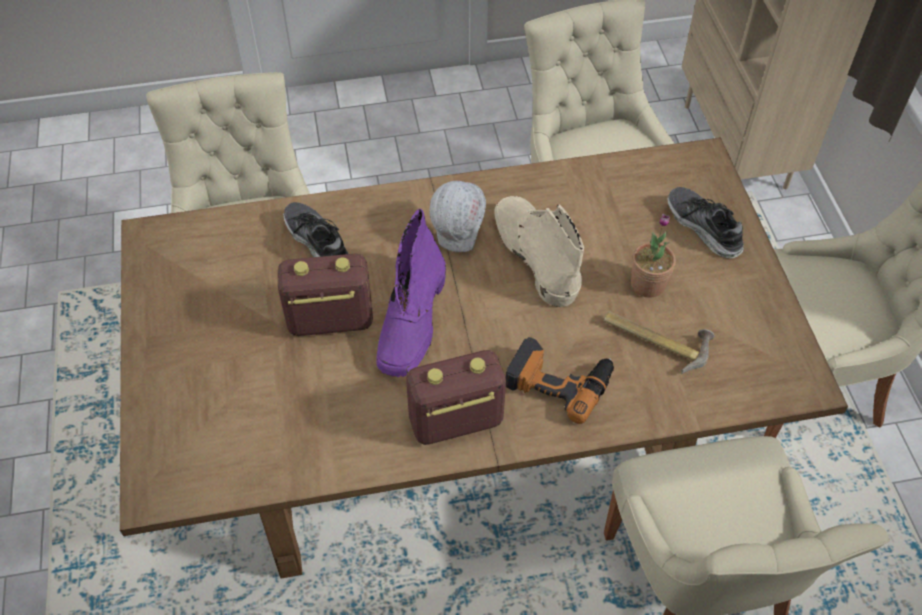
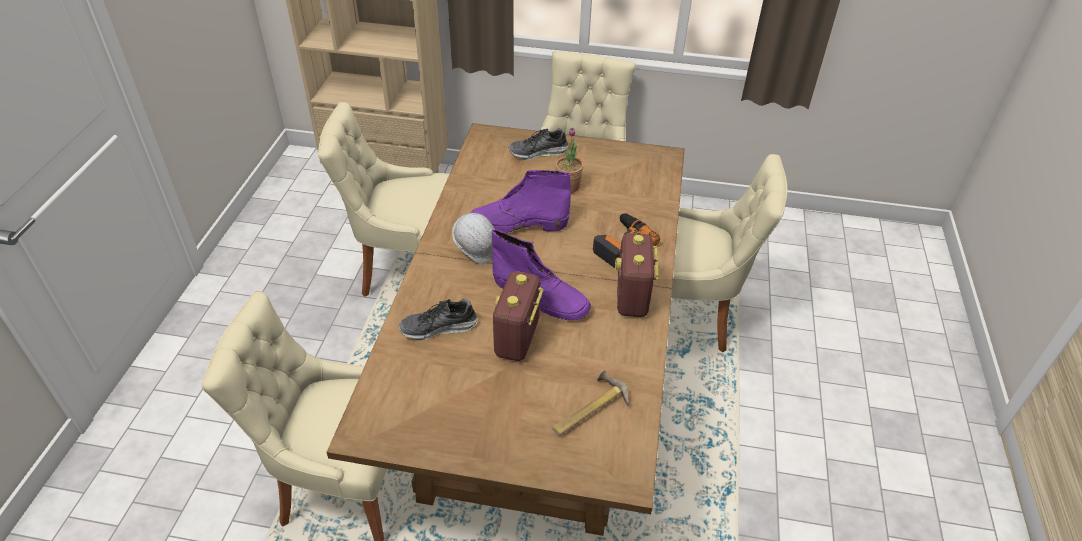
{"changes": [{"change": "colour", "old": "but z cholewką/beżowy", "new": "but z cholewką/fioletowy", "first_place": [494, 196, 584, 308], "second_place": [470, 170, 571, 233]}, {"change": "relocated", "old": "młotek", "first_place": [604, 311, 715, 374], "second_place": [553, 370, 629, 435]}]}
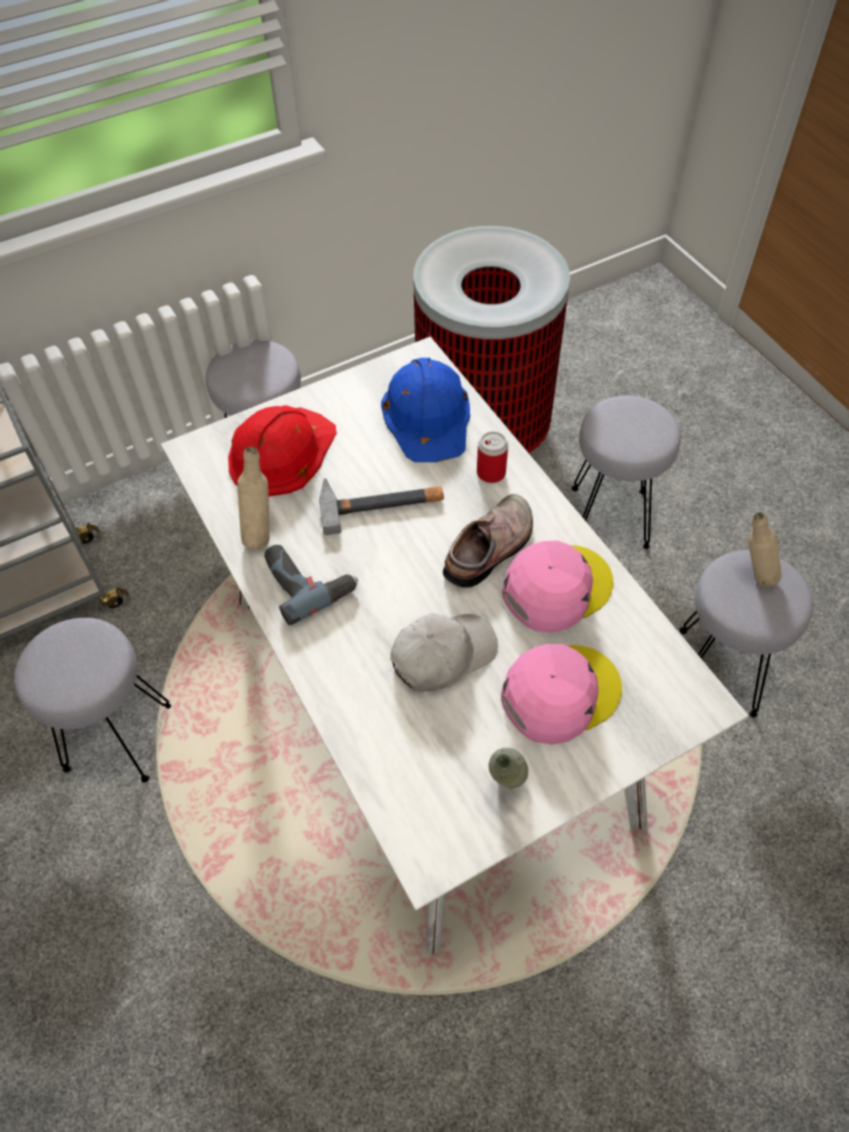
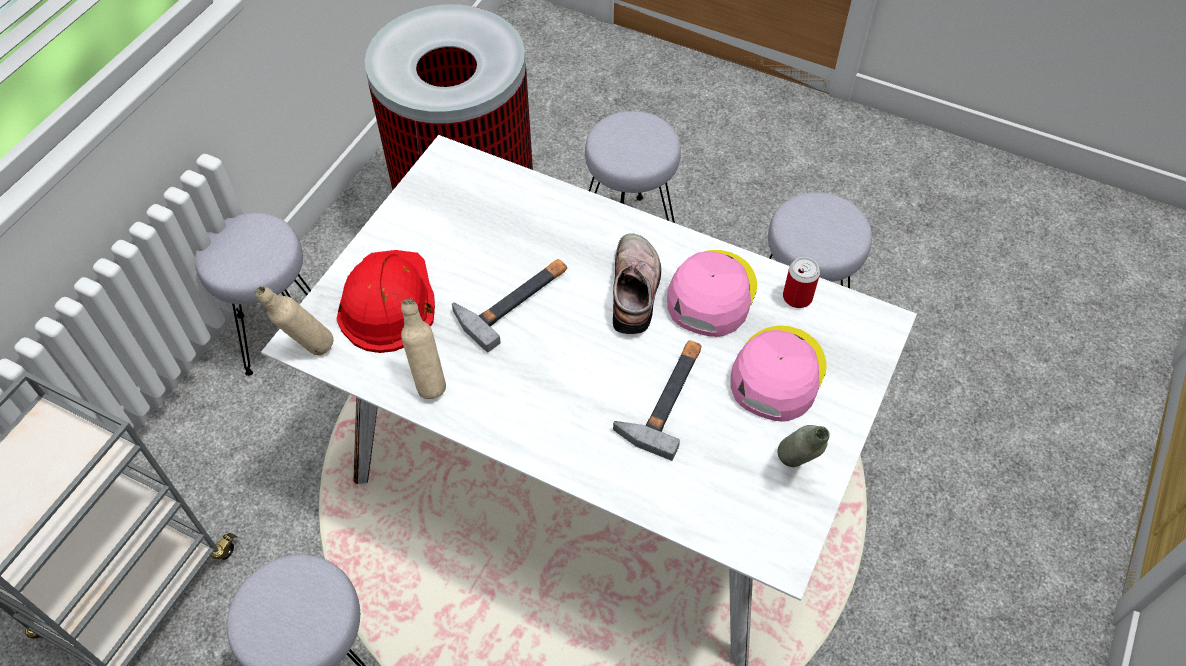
{"changes": [{"change": "missing", "old": "kask/niebieski", "first_place": [381, 358, 470, 462]}, {"change": "relocated", "old": "puszka", "first_place": [477, 431, 508, 483], "second_place": [783, 257, 820, 308]}, {"change": "relocated", "old": "butelka/beżowy", "first_place": [748, 512, 782, 588], "second_place": [255, 286, 333, 355]}, {"change": "missing", "old": "wiertarka", "first_place": [264, 545, 358, 625]}, {"change": "exchanged", "old": "czapka z daszkiem/biały", "new": "młotek", "first_place": [390, 613, 498, 692], "second_place": [613, 340, 702, 461]}]}
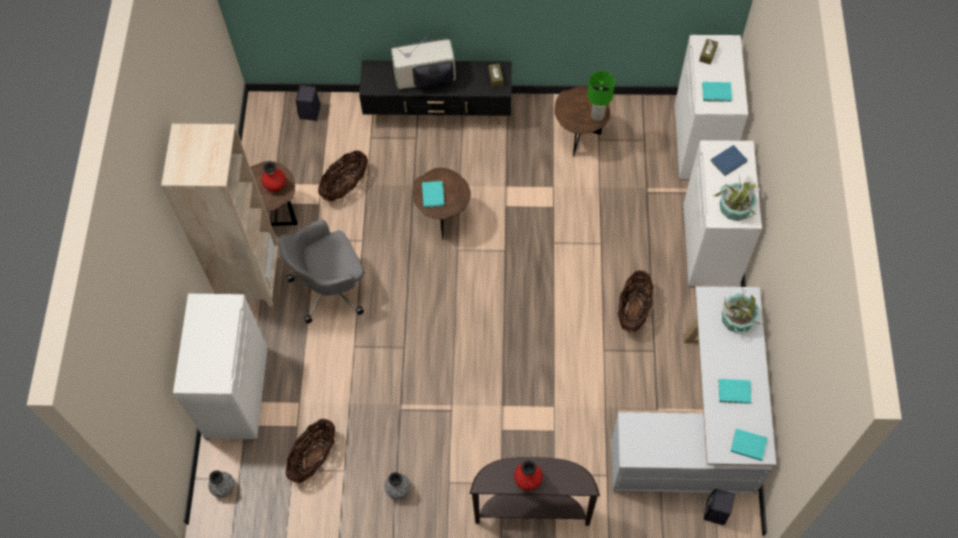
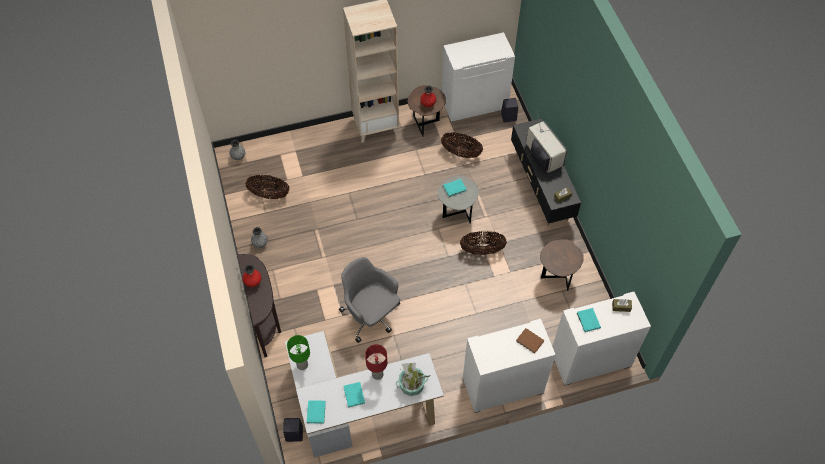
{"changes": [{"change": "relocated", "old": "lampa stołowa/zielony", "first_place": [587, 71, 615, 121], "second_place": [287, 335, 310, 370]}, {"change": "colour", "old": "książka/niebieski", "new": "książka/brązowy", "first_place": [711, 145, 747, 176], "second_place": [516, 328, 544, 354]}, {"change": "colour", "old": "stolik/brązowy", "new": "stolik/szary", "first_place": [412, 168, 471, 240], "second_place": [438, 175, 479, 224]}, {"change": "missing", "old": "roślina doniczkowa", "first_place": [713, 174, 760, 221]}, {"change": "relocated", "old": "krzesło biurowe/szary", "first_place": [279, 220, 364, 323], "second_place": [339, 257, 400, 343]}, {"change": "relocated", "old": "koszyk", "first_place": [618, 270, 654, 333], "second_place": [460, 231, 507, 255]}, {"change": "relocated", "old": "szafka/biały", "first_place": [173, 294, 268, 440], "second_place": [442, 32, 515, 122]}, {"change": "appeared", "new": "lampa stołowa/czerwony", "second_place": [365, 344, 387, 380]}]}
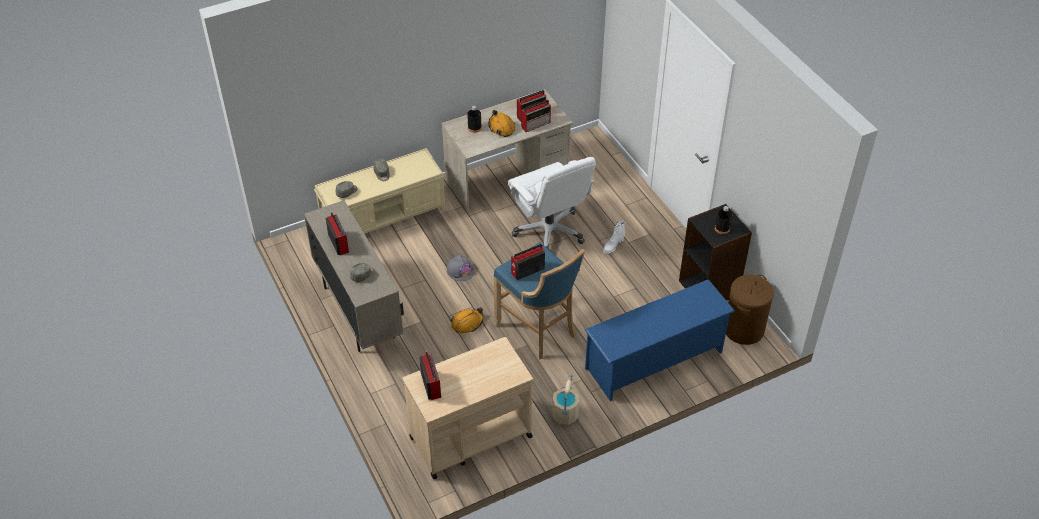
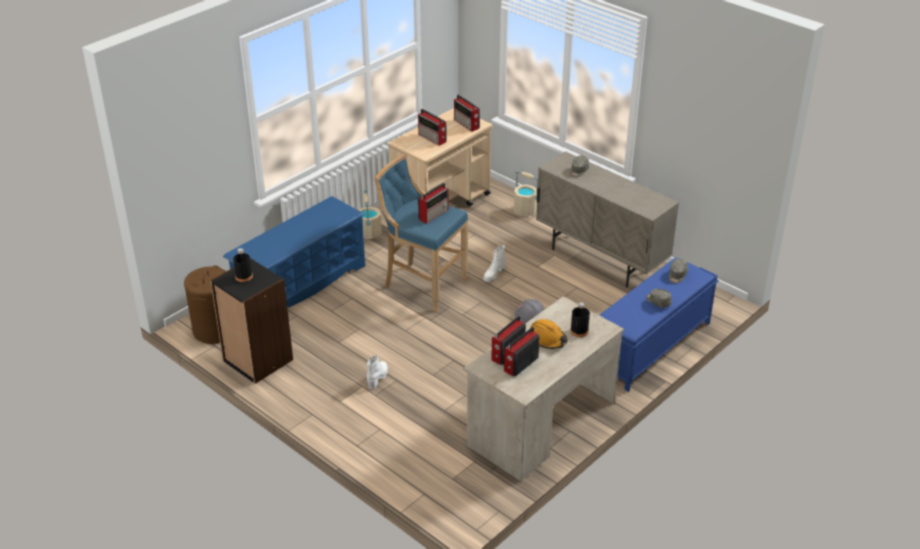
{"changes": [{"change": "colour", "old": "ławka/beżowy", "new": "ławka/niebieski", "first_place": [314, 148, 446, 234], "second_place": [599, 258, 718, 392]}, {"change": "missing", "old": "krzesło biurowe/biały", "first_place": [508, 157, 596, 248]}, {"change": "relocated", "old": "radio", "first_place": [325, 212, 349, 255], "second_place": [418, 109, 447, 146]}, {"change": "exchanged", "old": "kask/pomarańczowy", "new": "but z cholewką/biały", "first_place": [450, 307, 484, 334], "second_place": [484, 245, 506, 282]}, {"change": "appeared", "new": "wiadro/beżowy", "second_place": [514, 170, 538, 216]}]}
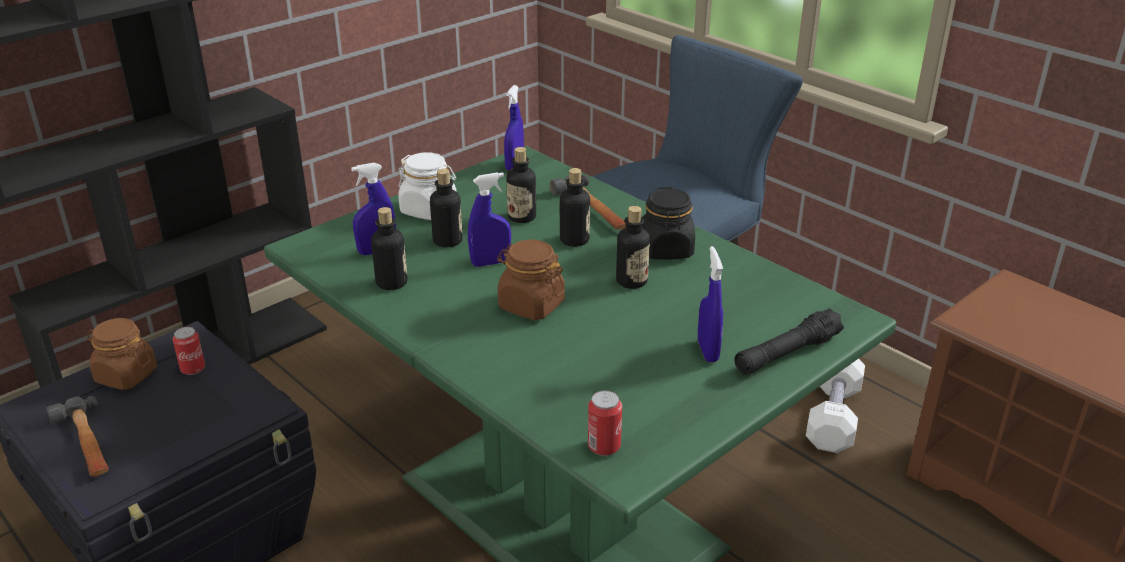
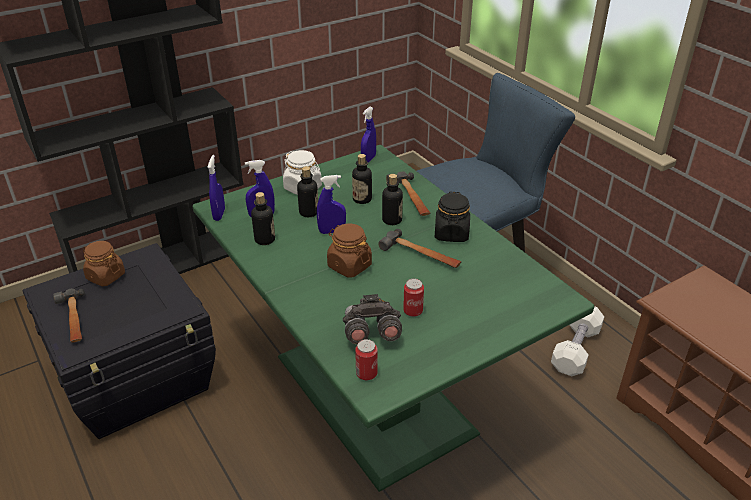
{"changes": [{"change": "exchanged", "old": "butelka", "new": "młotek", "first_place": [616, 206, 650, 289], "second_place": [378, 229, 461, 268]}, {"change": "relocated", "old": "spryskiwacz/niebieski", "first_place": [698, 246, 723, 362], "second_place": [207, 155, 225, 221]}, {"change": "missing", "old": "latarka/czarny", "first_place": [735, 308, 844, 375]}, {"change": "relocated", "old": "puszka", "first_place": [173, 327, 205, 375], "second_place": [403, 278, 424, 317]}, {"change": "appeared", "new": "lornetka/szary", "second_place": [343, 294, 402, 345]}]}
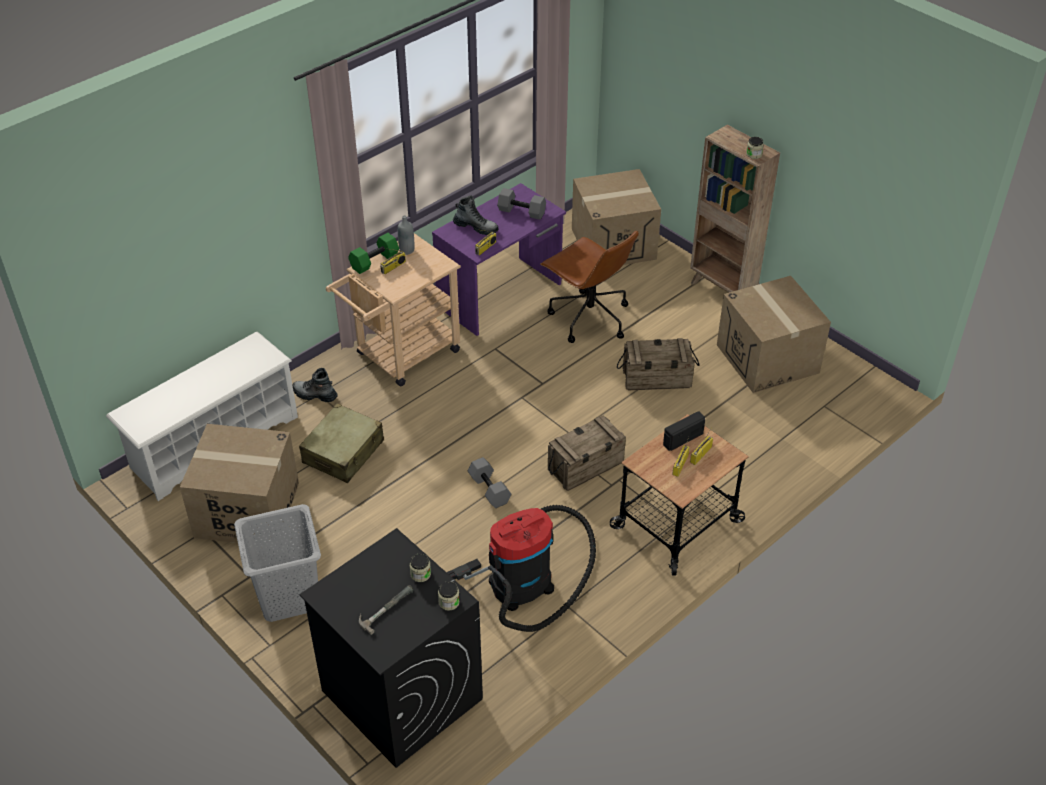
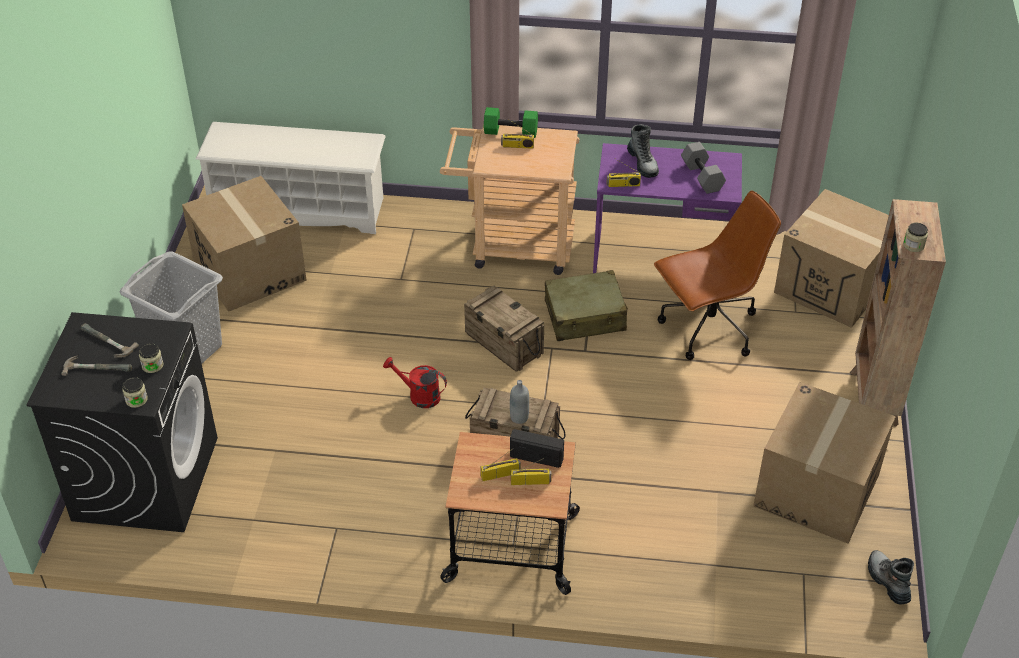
{"changes": [{"change": "relocated", "old": "butelka/szary", "first_place": [398, 215, 415, 255], "second_place": [510, 380, 529, 424]}, {"change": "spun", "old": "krzesło biurowe/brązowy", "first_place": [540, 231, 639, 343], "second_place": [654, 191, 781, 360], "degrees": -120}, {"change": "relocated", "old": "skrzynka", "first_place": [617, 338, 699, 390], "second_place": [464, 286, 544, 371]}, {"change": "relocated", "old": "but z cholewką", "first_place": [292, 368, 338, 402], "second_place": [868, 550, 914, 604]}, {"change": "relocated", "old": "walizka/beżowy", "first_place": [299, 404, 384, 483], "second_place": [545, 270, 628, 341]}, {"change": "exchanged", "old": "hantel/szary", "new": "konewka/czerwony", "first_place": [468, 457, 512, 508], "second_place": [383, 357, 447, 408]}, {"change": "missing", "old": "odkurzacz", "first_place": [446, 505, 596, 632]}, {"change": "appeared", "new": "młotek", "second_place": [81, 324, 139, 358]}]}
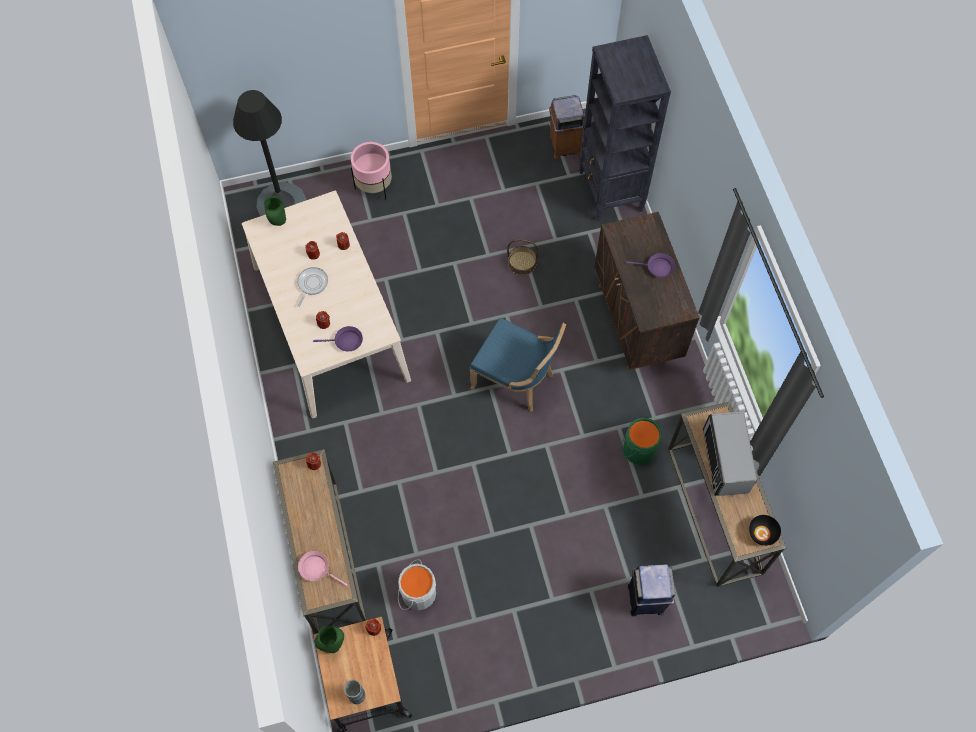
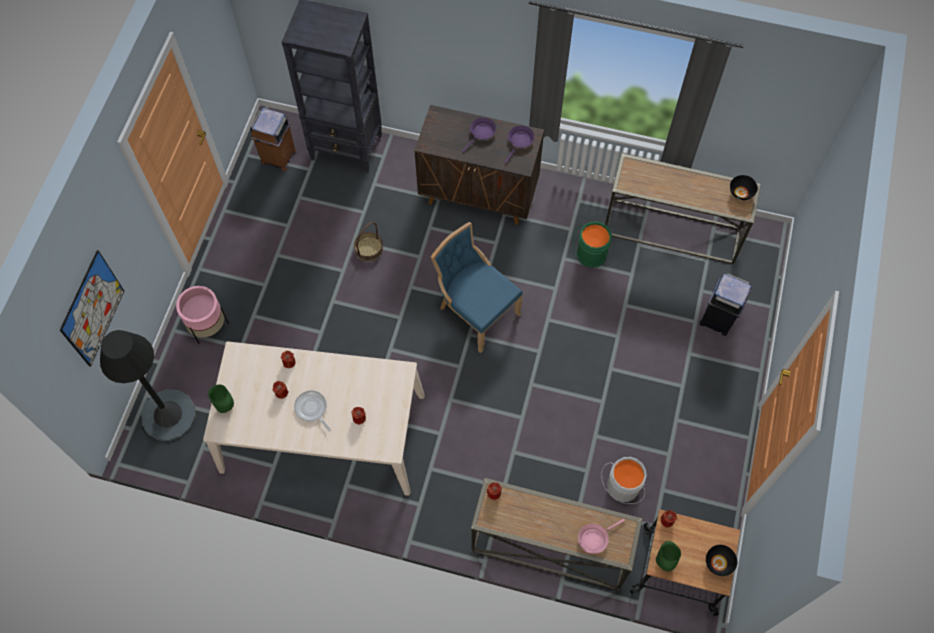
{"changes": [{"change": "spun", "old": "krzesło/niebieski", "first_place": [470, 318, 566, 412], "second_place": [431, 222, 523, 353], "degrees": -105}, {"change": "relocated", "old": "patelnia/fioletowy", "first_place": [313, 326, 363, 351], "second_place": [505, 126, 534, 163]}, {"change": "missing", "old": "mikrofalówka", "first_place": [703, 411, 757, 496]}, {"change": "exchanged", "old": "wazon", "new": "miska/czarny", "first_place": [344, 680, 366, 704], "second_place": [706, 545, 737, 576]}, {"change": "appeared", "new": "obraz", "second_place": [60, 250, 124, 367]}]}
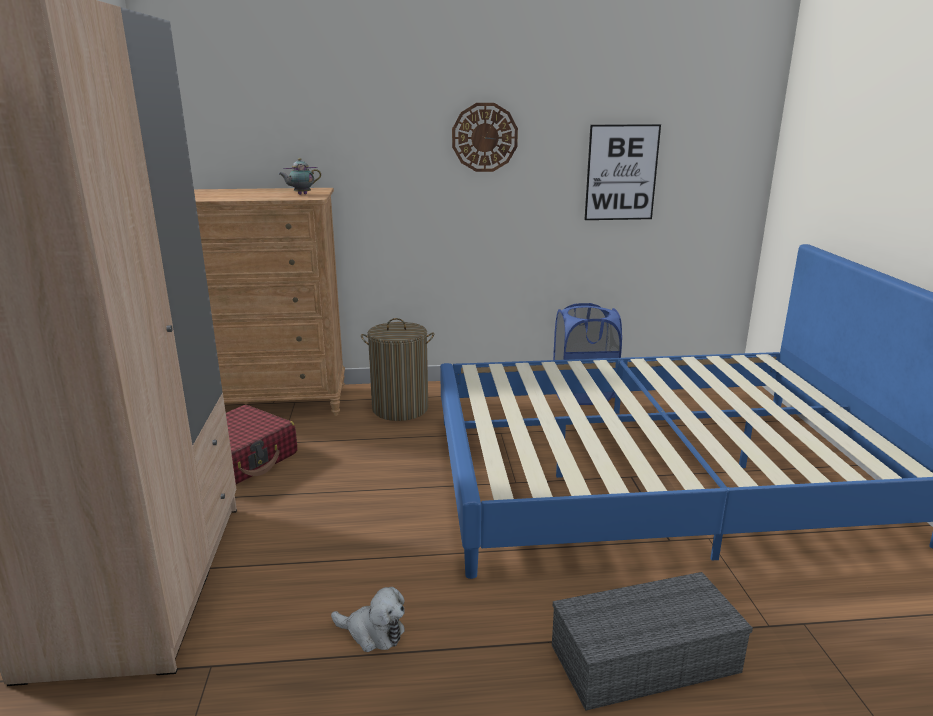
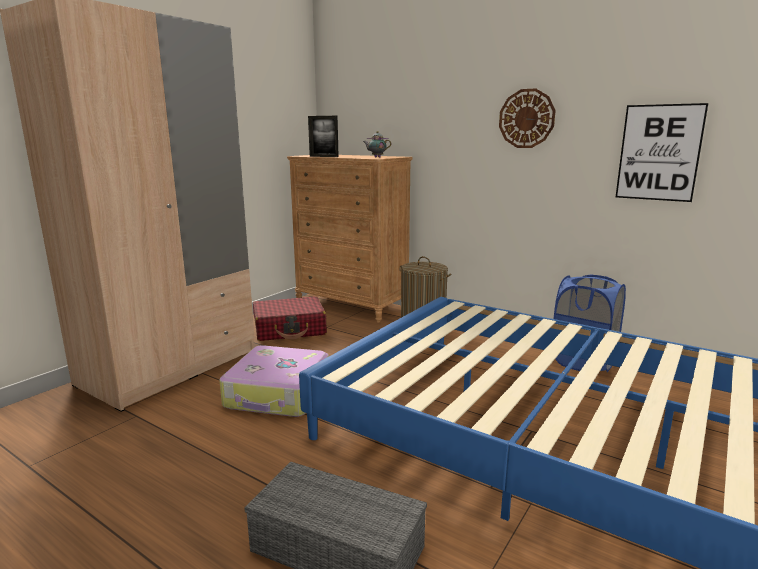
{"changes": [{"change": "missing", "old": "pluszak", "first_place": [331, 587, 405, 652]}, {"change": "appeared", "new": "ramka na zdjęcie", "second_place": [308, 116, 339, 157]}, {"change": "appeared", "new": "walizka", "second_place": [219, 345, 329, 417]}]}
